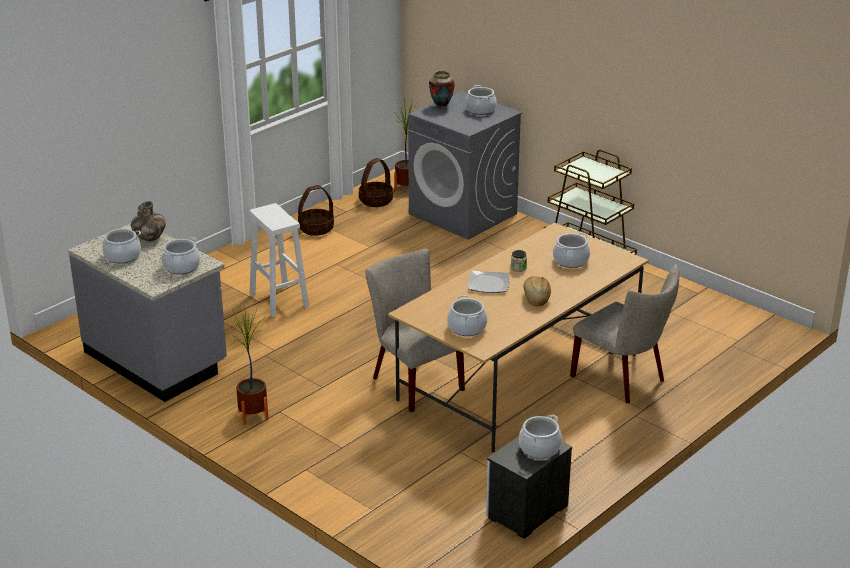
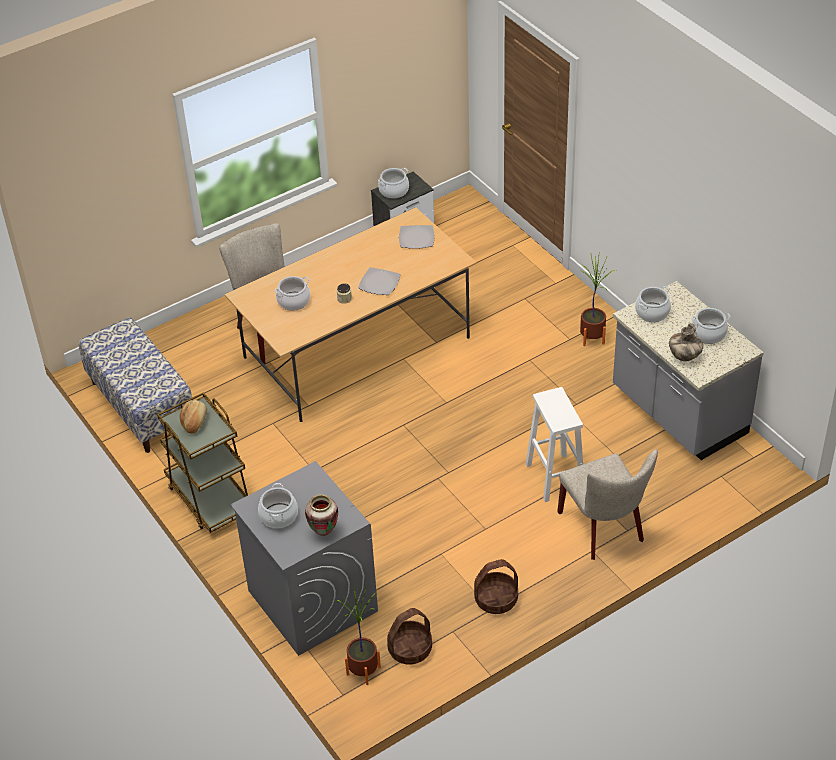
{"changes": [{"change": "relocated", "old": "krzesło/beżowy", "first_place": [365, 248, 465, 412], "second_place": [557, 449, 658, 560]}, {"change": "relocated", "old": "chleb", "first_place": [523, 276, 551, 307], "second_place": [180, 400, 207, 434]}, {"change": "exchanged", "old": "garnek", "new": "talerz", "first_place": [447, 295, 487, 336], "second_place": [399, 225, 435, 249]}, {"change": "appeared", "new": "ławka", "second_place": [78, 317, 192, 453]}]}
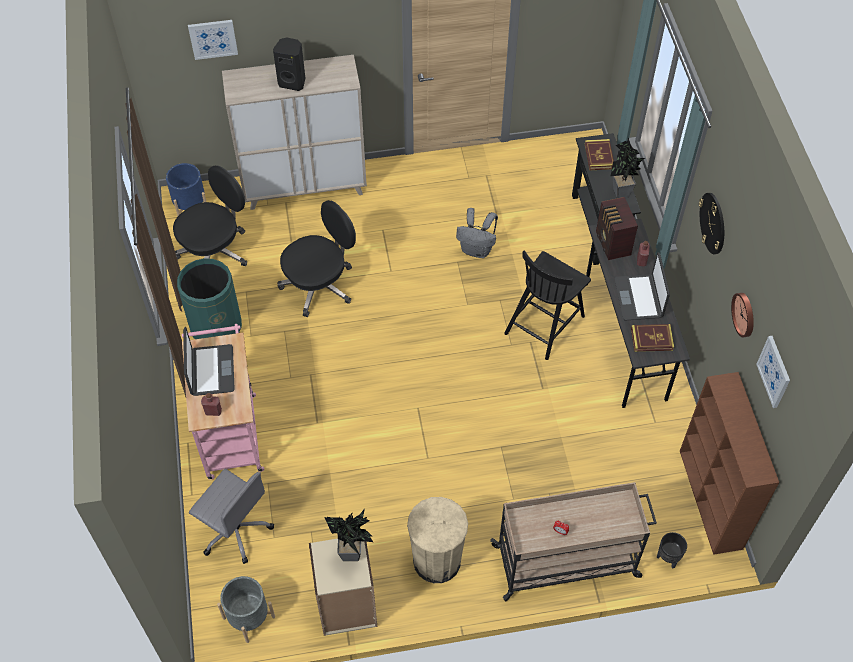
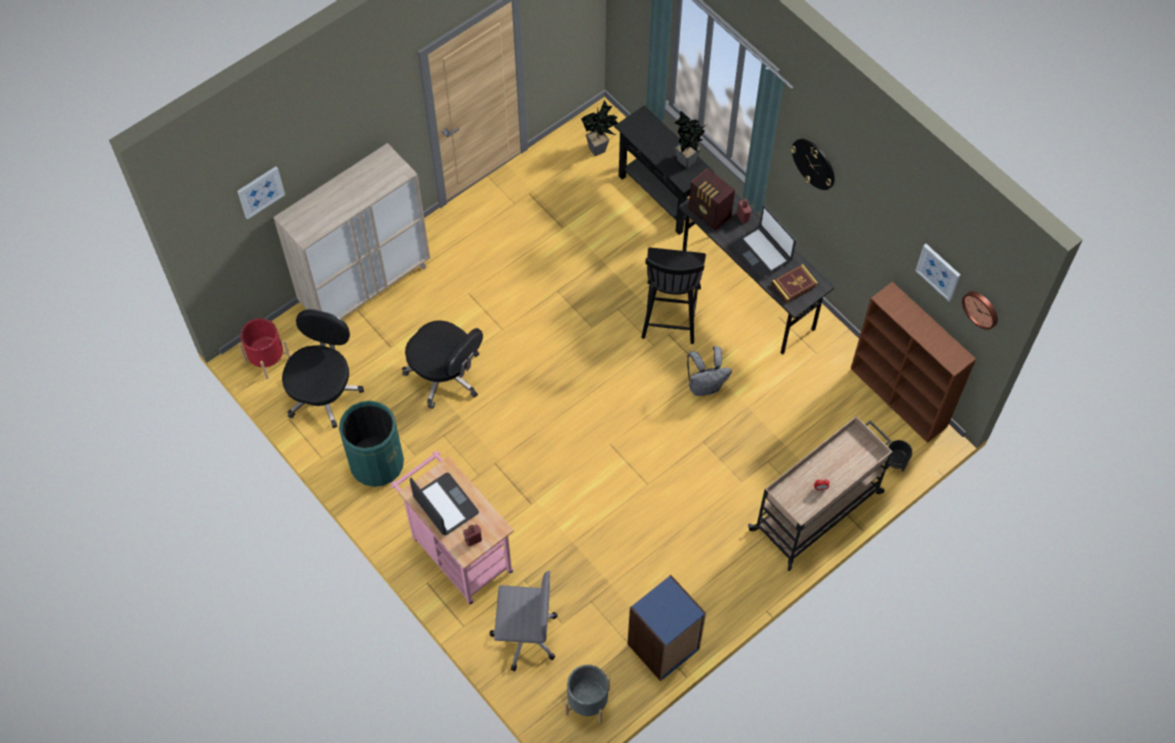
{"changes": [{"change": "missing", "old": "głośnik/czarny", "first_place": [273, 37, 305, 91]}, {"change": "missing", "old": "książka", "first_place": [585, 139, 614, 171]}, {"change": "colour", "old": "donica/niebieski", "new": "donica/czerwony", "first_place": [166, 163, 206, 216], "second_place": [238, 318, 290, 379]}, {"change": "spun", "old": "krzesło biurowe/czarny", "first_place": [277, 200, 356, 317], "second_place": [402, 320, 483, 408], "degrees": 105}, {"change": "relocated", "old": "plecak/szary", "first_place": [456, 208, 498, 258], "second_place": [687, 346, 732, 396]}, {"change": "relocated", "old": "zegar ścienny", "first_place": [731, 293, 754, 337], "second_place": [962, 291, 998, 330]}, {"change": "missing", "old": "kosz na śmieci/beżowy", "first_place": [407, 497, 468, 583]}, {"change": "relocated", "old": "roślina doniczkowa", "first_place": [324, 508, 373, 561], "second_place": [581, 100, 618, 156]}, {"change": "colour", "old": "regał/beżowy", "new": "regał/niebieski", "first_place": [309, 539, 377, 636], "second_place": [628, 575, 706, 681]}]}
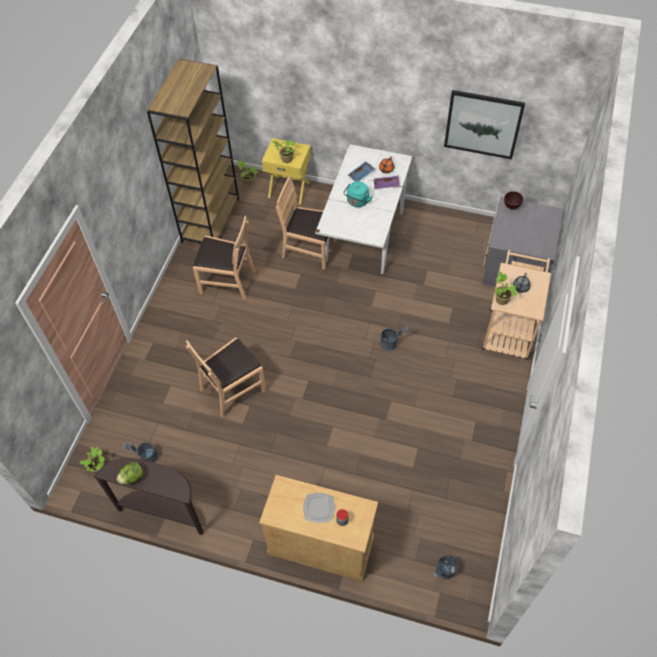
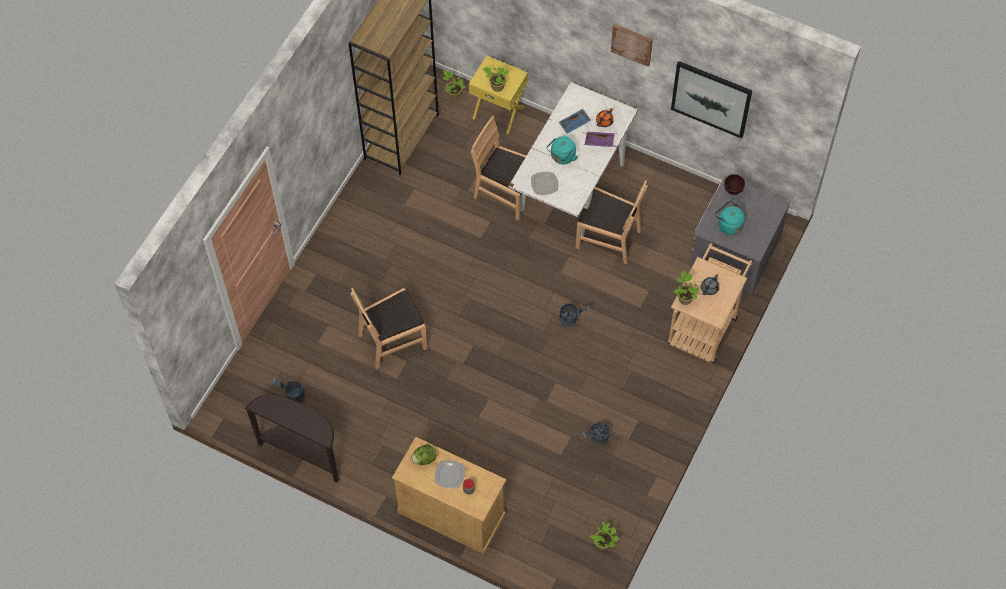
{"changes": [{"change": "relocated", "old": "krzesło/brązowy", "first_place": [193, 216, 255, 300], "second_place": [576, 180, 648, 264]}, {"change": "relocated", "old": "roślina doniczkowa", "first_place": [80, 447, 105, 474], "second_place": [590, 522, 619, 550]}, {"change": "relocated", "old": "sałata", "first_place": [117, 462, 144, 484], "second_place": [410, 445, 436, 465]}, {"change": "relocated", "old": "wiadro/szary", "first_place": [433, 555, 458, 579], "second_place": [582, 422, 610, 445]}, {"change": "appeared", "new": "obraz", "second_place": [611, 24, 653, 67]}, {"change": "appeared", "new": "talerz", "second_place": [531, 171, 558, 195]}, {"change": "appeared", "new": "czajnik/turkusowy", "second_place": [715, 201, 745, 235]}]}
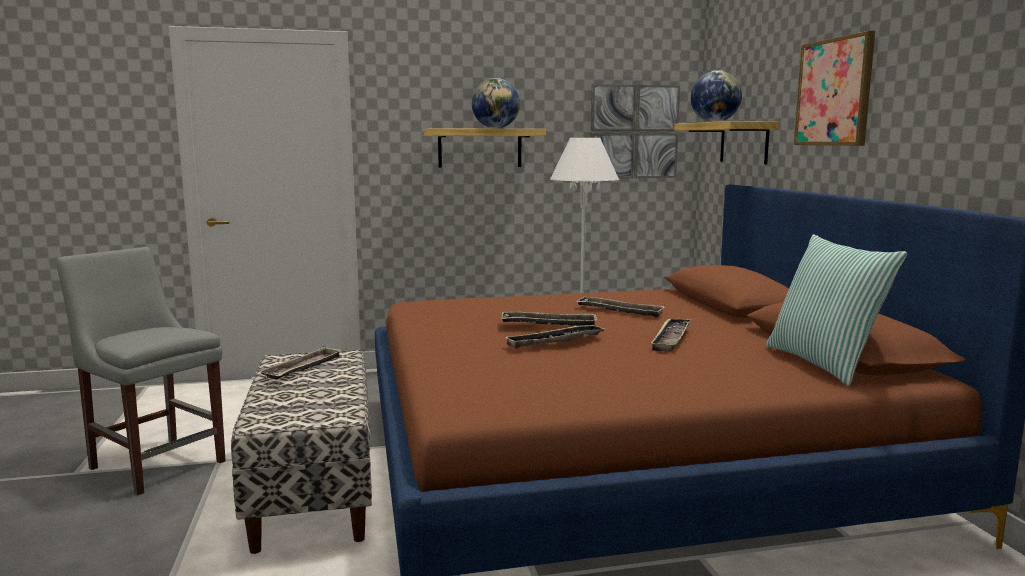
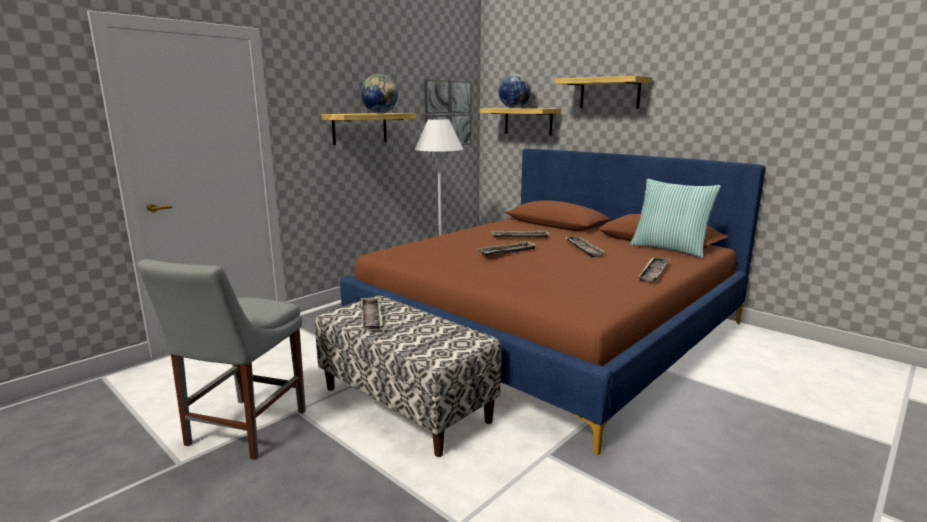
{"changes": [{"change": "exchanged", "old": "obraz", "new": "półka", "first_place": [794, 31, 875, 146], "second_place": [554, 76, 652, 109]}, {"change": "spun", "old": "krzesło/szary", "first_place": [56, 247, 226, 495], "second_place": [138, 259, 306, 460], "degrees": -75}, {"change": "relocated", "old": "taca", "first_place": [505, 325, 604, 348], "second_place": [639, 258, 669, 283]}]}
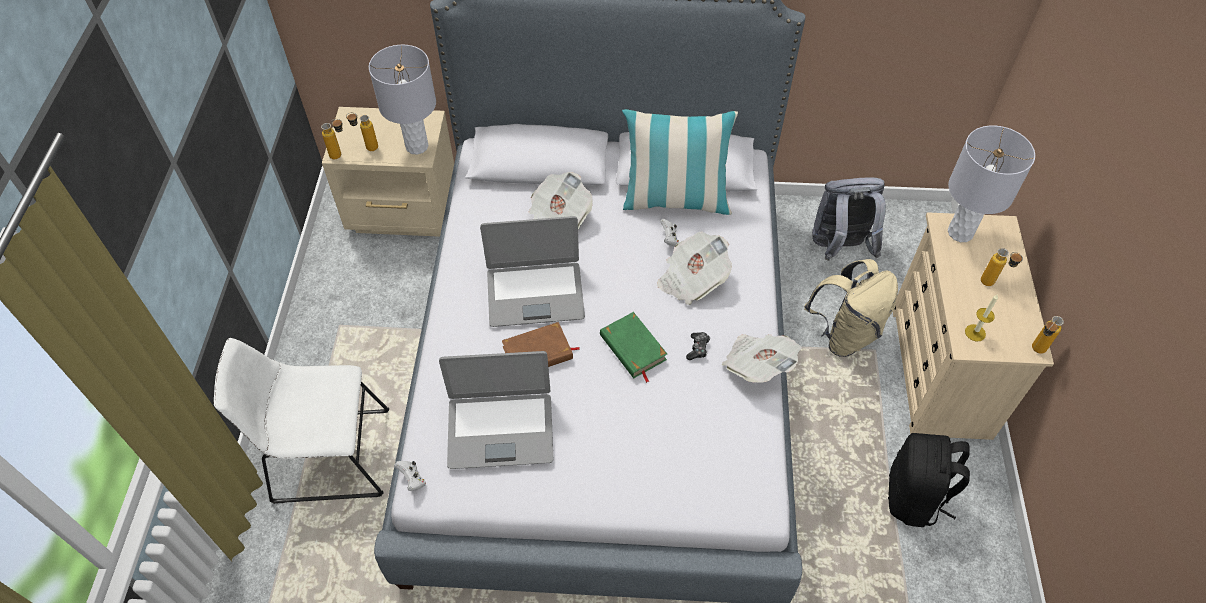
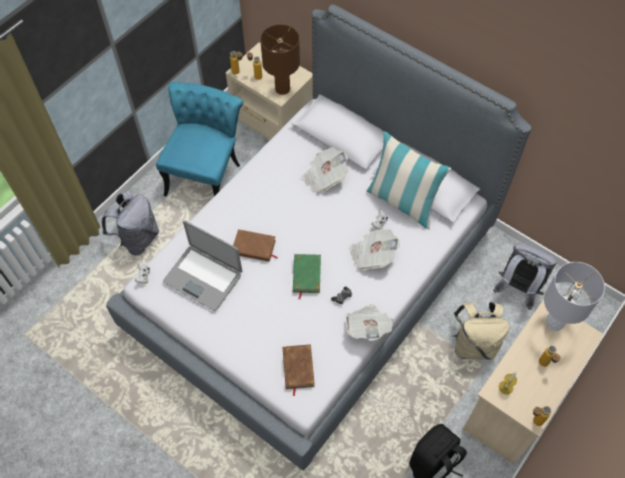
{"changes": [{"change": "colour", "old": "lampa stołowa/szary", "new": "lampa stołowa/brązowy", "first_place": [369, 45, 436, 155], "second_place": [260, 24, 300, 95]}, {"change": "missing", "old": "laptop", "first_place": [480, 216, 585, 327]}, {"change": "exchanged", "old": "krzesło/biały", "new": "plecak/szary", "first_place": [214, 338, 389, 504], "second_place": [102, 190, 159, 255]}, {"change": "appeared", "new": "krzesło/turkusowy", "second_place": [156, 82, 243, 196]}, {"change": "appeared", "new": "książka/brązowy", "second_place": [283, 344, 315, 396]}]}
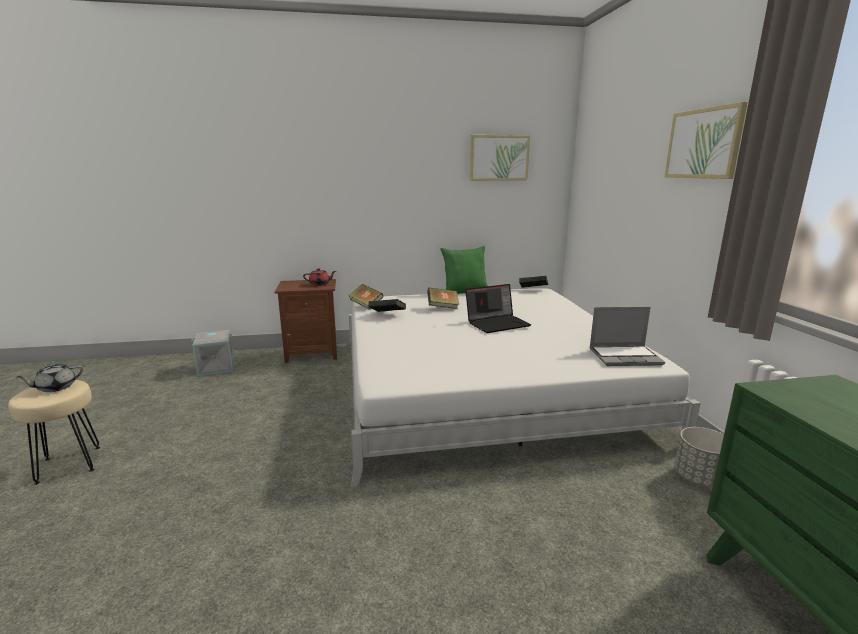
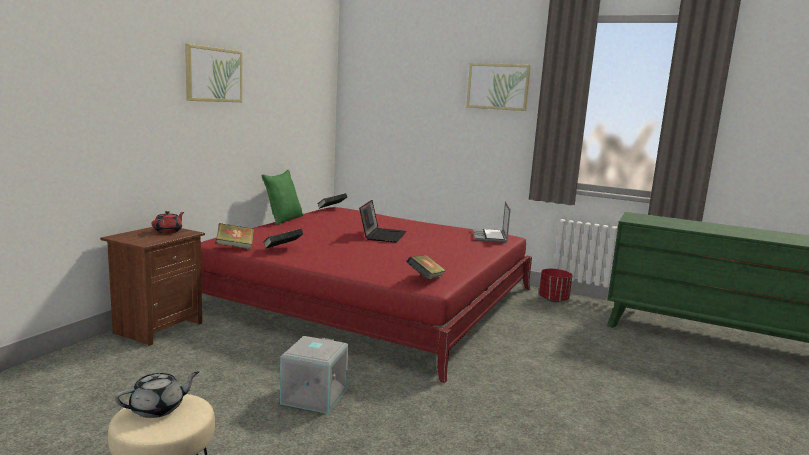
{"changes": [{"change": "relocated", "old": "obraz", "first_place": [470, 135, 530, 181], "second_place": [185, 44, 242, 102]}, {"change": "colour", "old": "łóżko/biały", "new": "łóżko/czerwony", "first_place": [349, 288, 701, 487], "second_place": [201, 207, 532, 383]}, {"change": "relocated", "old": "książka", "first_place": [427, 288, 459, 309], "second_place": [407, 255, 446, 280]}, {"change": "spun", "old": "laptop", "first_place": [589, 307, 665, 366], "second_place": [473, 201, 511, 243], "degrees": 150}, {"change": "relocated", "old": "pojemnik do przechowywania/szary", "first_place": [191, 330, 234, 376], "second_place": [280, 336, 348, 414]}, {"change": "spun", "old": "imbryk/szary", "first_place": [17, 363, 84, 392], "second_place": [115, 371, 199, 418], "degrees": -120}, {"change": "colour", "old": "donica/szary", "new": "donica/czerwony", "first_place": [675, 427, 724, 487], "second_place": [539, 269, 572, 302]}]}
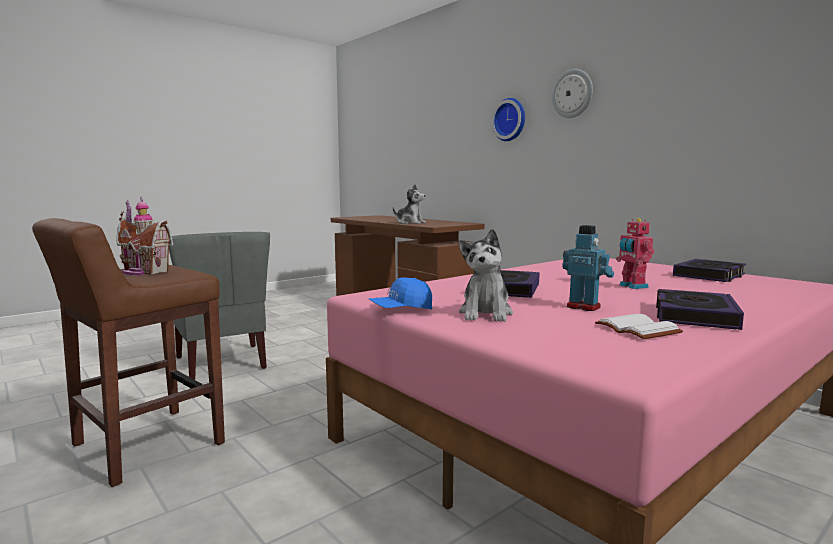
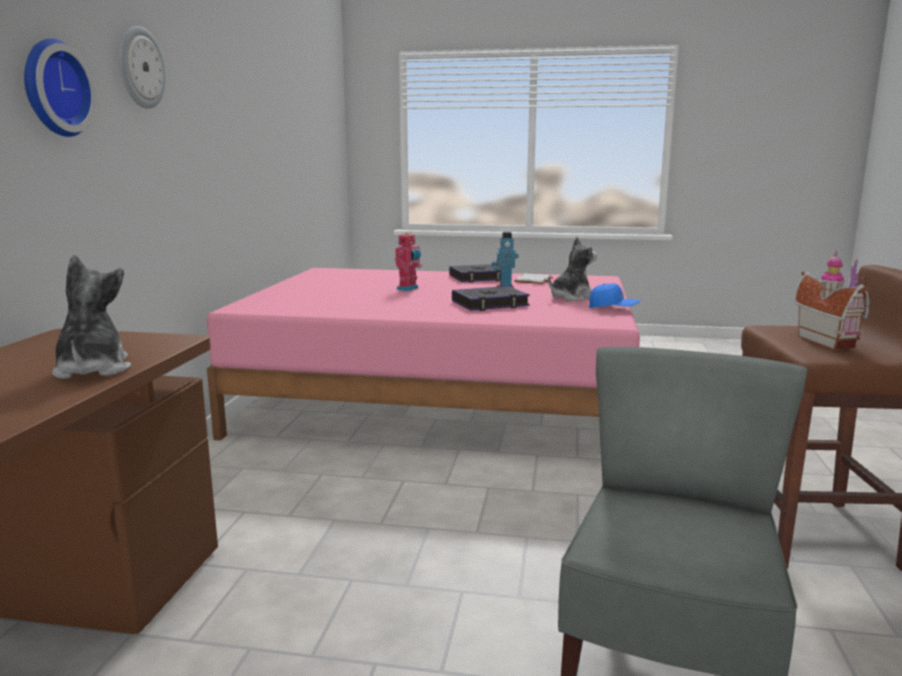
{"changes": [{"change": "missing", "old": "książka", "first_place": [673, 259, 746, 282]}]}
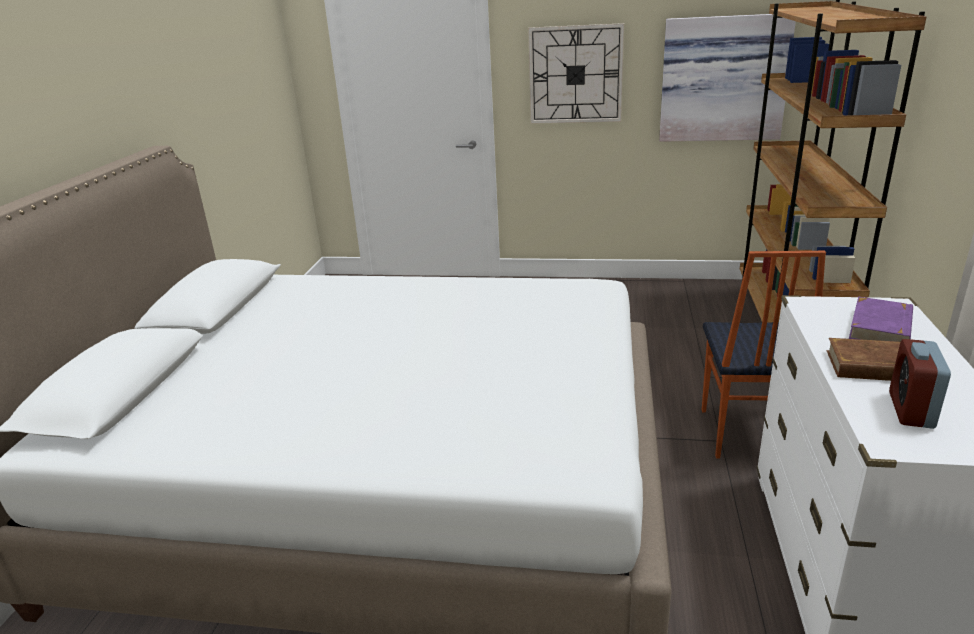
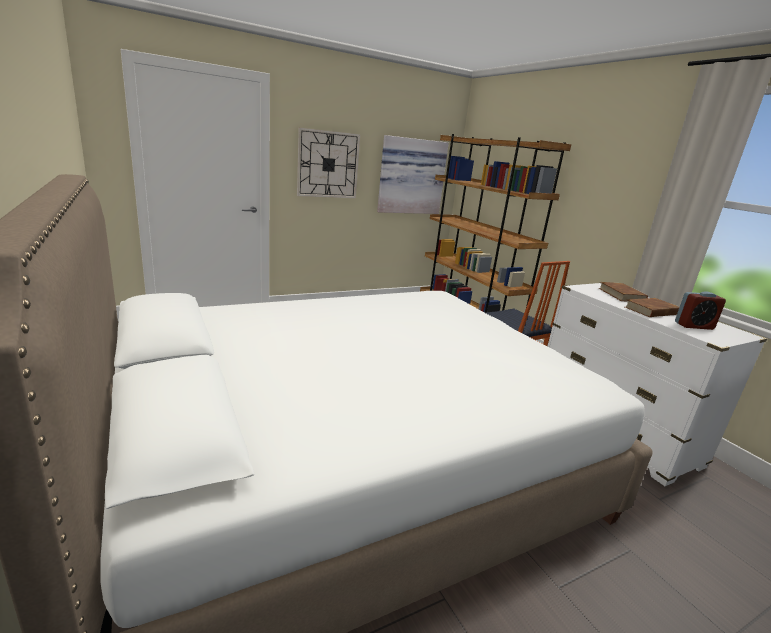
{"changes": [{"change": "colour", "old": "książka/fioletowy", "new": "książka/brązowy", "first_place": [849, 297, 913, 342], "second_place": [599, 282, 648, 302]}, {"change": "spun", "old": "budzik", "first_place": [889, 339, 951, 429], "second_place": [675, 291, 726, 330], "degrees": -75}]}
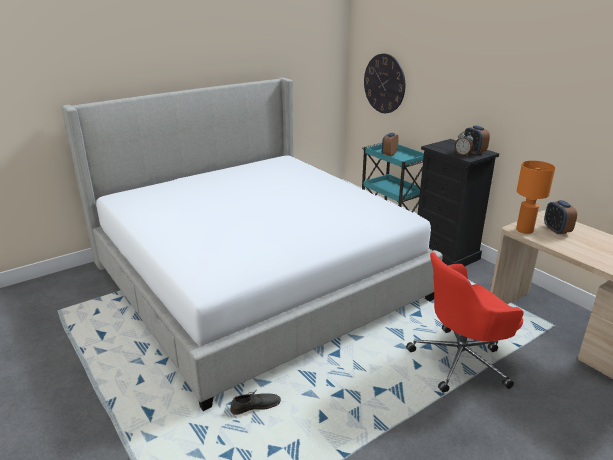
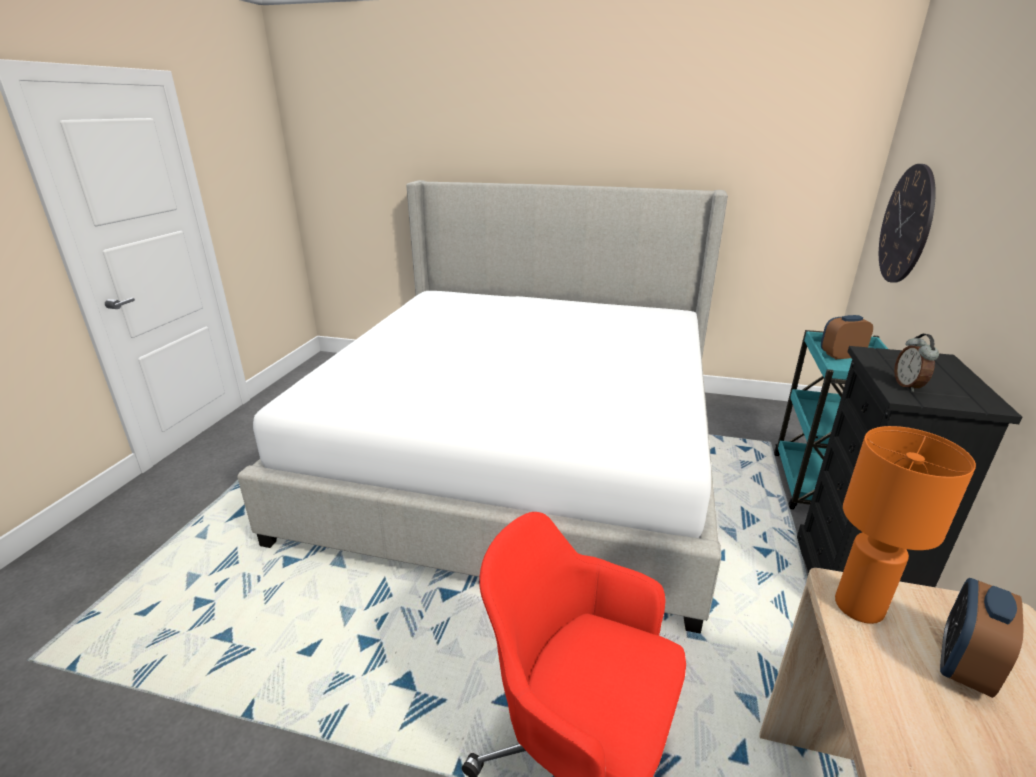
{"changes": [{"change": "missing", "old": "budzik", "first_place": [464, 125, 490, 154]}, {"change": "missing", "old": "but/szary", "first_place": [230, 391, 281, 415]}]}
